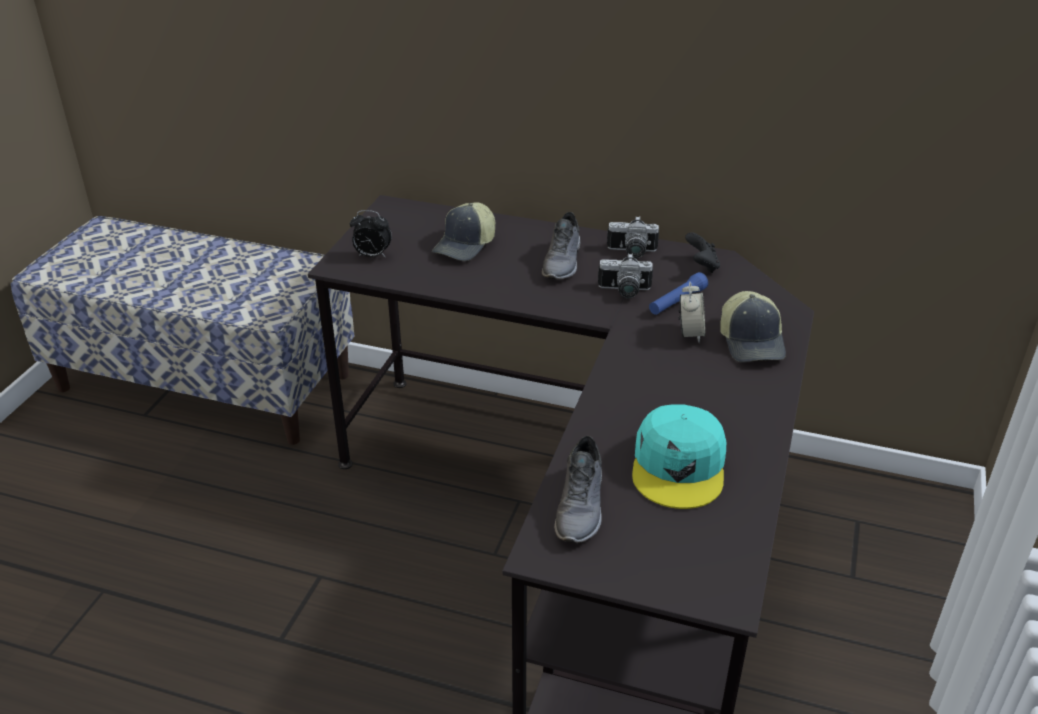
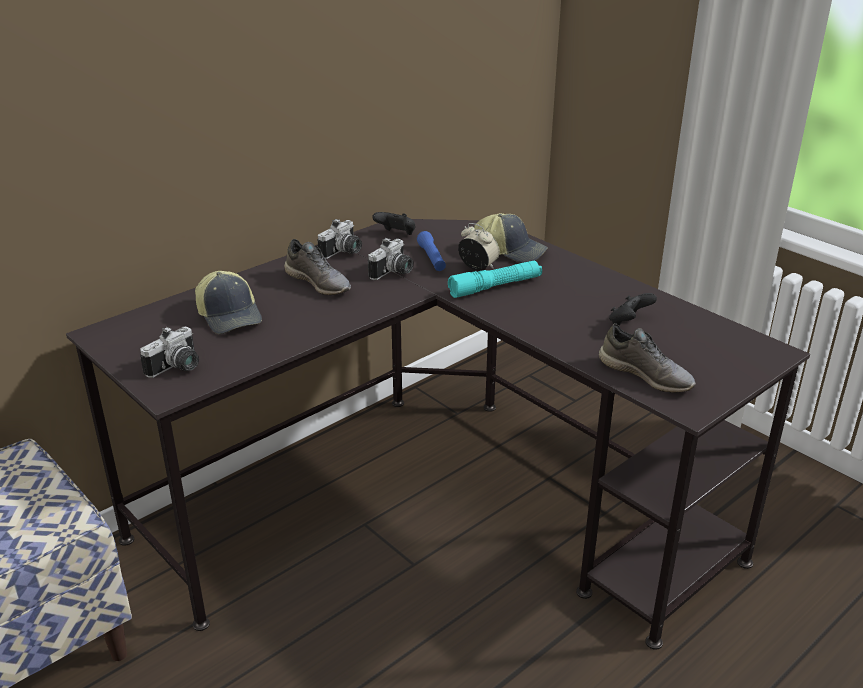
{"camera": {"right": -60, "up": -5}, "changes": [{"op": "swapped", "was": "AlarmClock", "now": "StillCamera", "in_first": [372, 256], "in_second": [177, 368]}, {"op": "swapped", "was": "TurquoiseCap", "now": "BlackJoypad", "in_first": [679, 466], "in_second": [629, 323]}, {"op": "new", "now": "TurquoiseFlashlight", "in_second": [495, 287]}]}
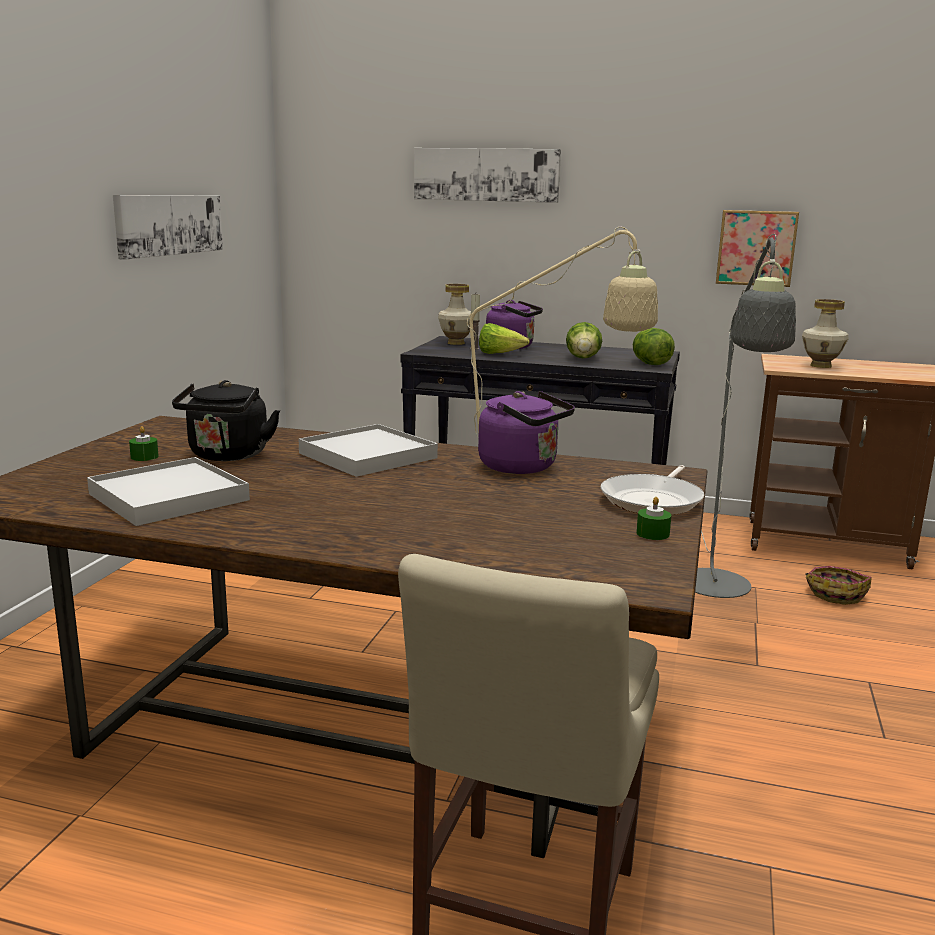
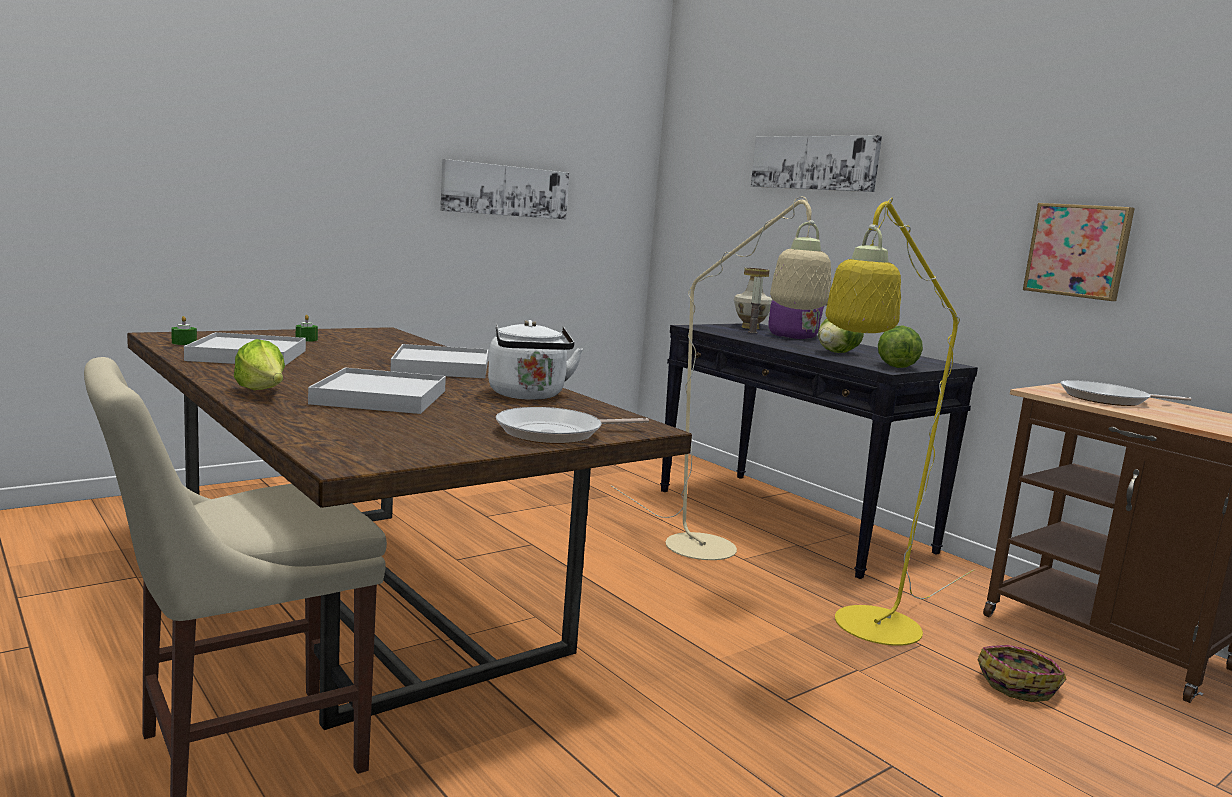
{"camera": {"right": 35, "up": -5}, "changes": [{"op": "gone", "was": "BlackKettle", "in_first": [227, 456]}, {"op": "repainted", "was": "PurpleColouredKettle", "now": "WhiteColouredKettle", "in_first": [522, 467], "in_second": [528, 396]}, {"op": "shifted", "was": "Lettuce", "in_first": [499, 354], "in_second": [263, 393]}, {"op": "shifted", "was": "GreenWaxLight", "in_first": [652, 534], "in_second": [184, 343]}, {"op": "repainted", "was": "GreyStandingLamp", "now": "YellowStandingLamp", "in_first": [717, 591], "in_second": [867, 632]}, {"op": "swapped", "was": "Vase", "now": "FryingPan", "in_first": [821, 366], "in_second": [1109, 399]}, {"op": "new", "now": "WhiteColouredServingTray", "in_second": [380, 397]}]}
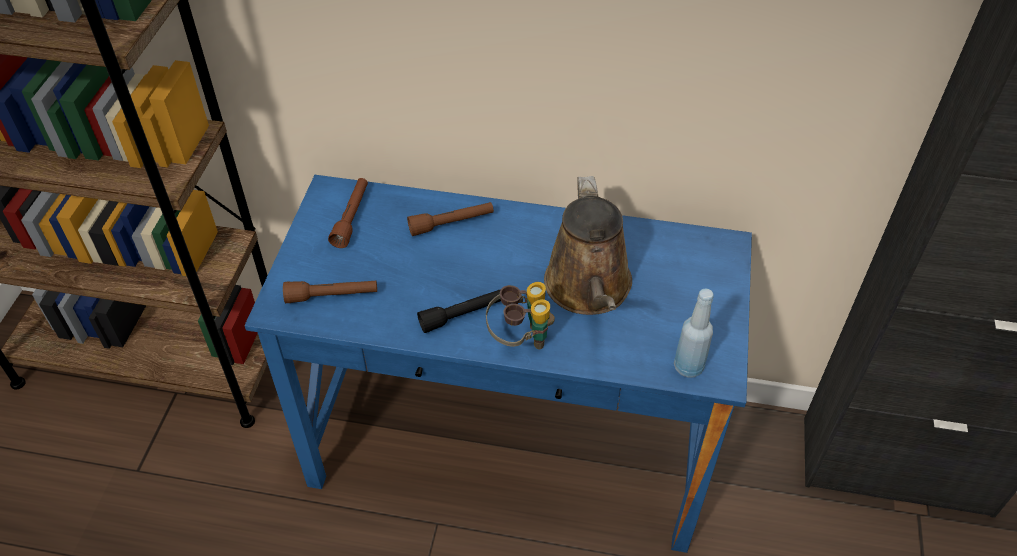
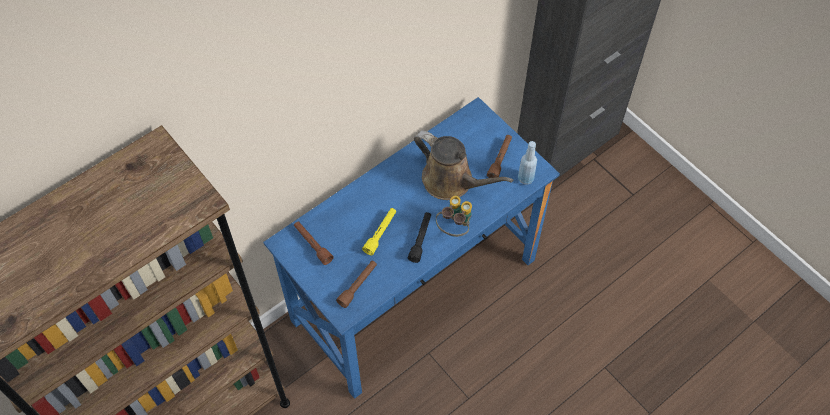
{"camera": {"right": -50, "up": 10}, "changes": [{"op": "shifted", "was": "BrownFlashlight", "in_first": [451, 223], "in_second": [500, 159]}, {"op": "new", "now": "YellowFlashlight", "in_second": [380, 233]}]}
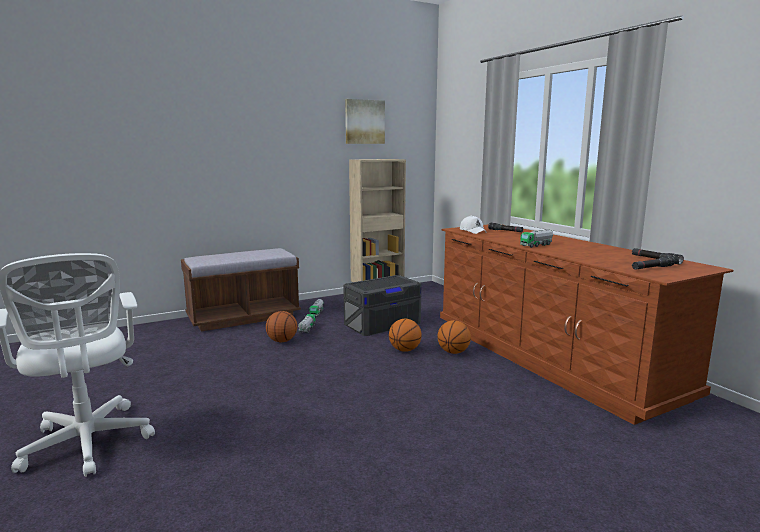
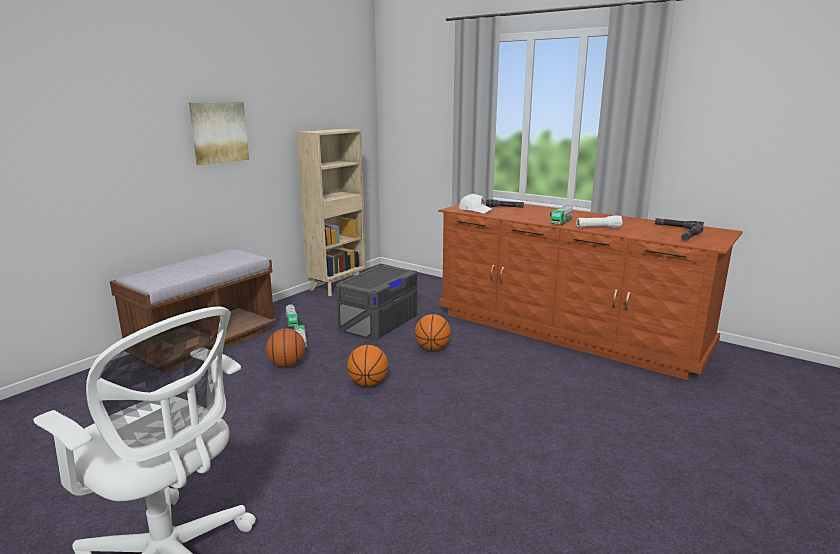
{"camera": {"right": -25, "up": 5}, "changes": [{"op": "shifted", "was": "WallPicture", "in_first": [364, 122], "in_second": [218, 132]}, {"op": "shifted", "was": "Basketball", "in_first": [453, 352], "in_second": [368, 383]}, {"op": "new", "now": "WhiteColouredFlashlight", "in_second": [598, 227]}]}
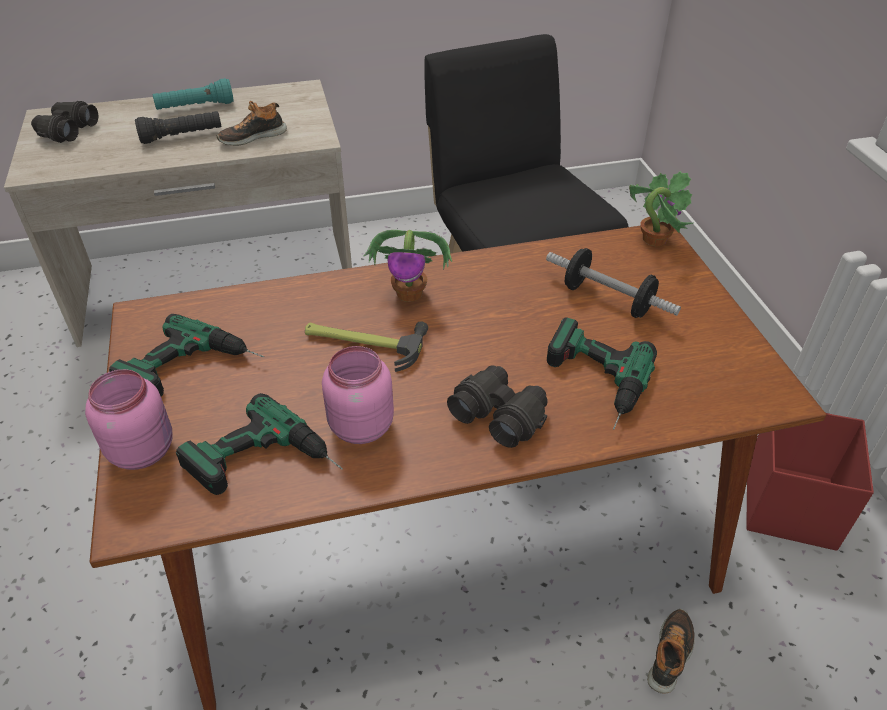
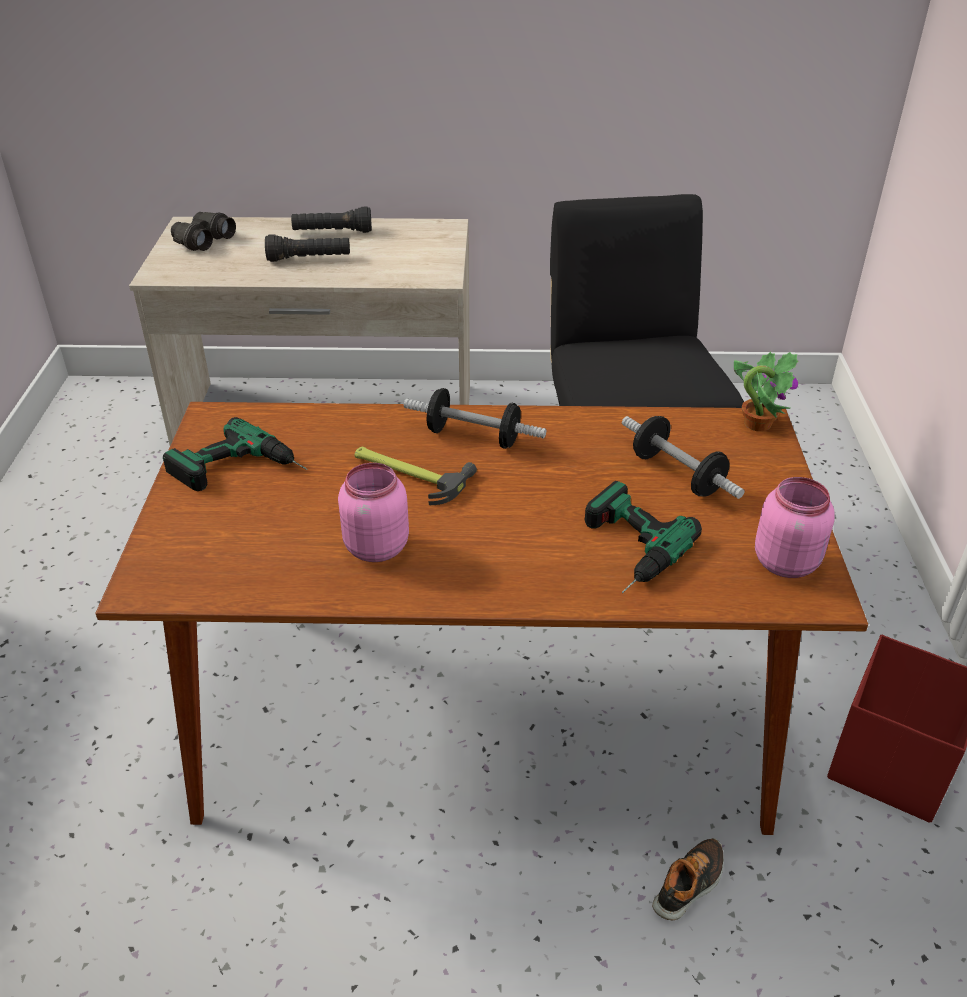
{"camera": {"right": 15, "up": -5}, "changes": [{"op": "shifted", "was": "PinkColouredStorageJar", "in_first": [143, 449], "in_second": [786, 561]}, {"op": "repainted", "was": "TurquoiseFlashlight", "now": "BlackFlashlight", "in_first": [195, 107], "in_second": [332, 232]}, {"op": "gone", "was": "ElectricDrill", "in_first": [267, 466]}, {"op": "gone", "was": "ItemOfFootwear", "in_first": [252, 137]}, {"op": "swapped", "was": "PottedPlant", "now": "HandWeight", "in_first": [410, 293], "in_second": [473, 436]}, {"op": "gone", "was": "BlackPairOfBinoculars", "in_first": [499, 414]}]}
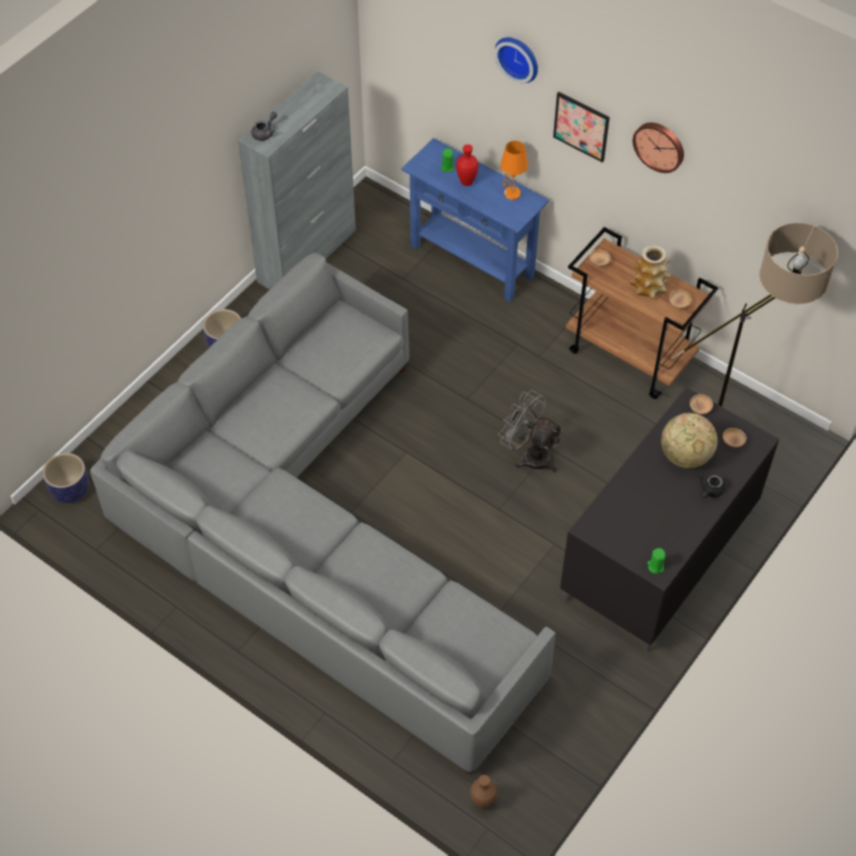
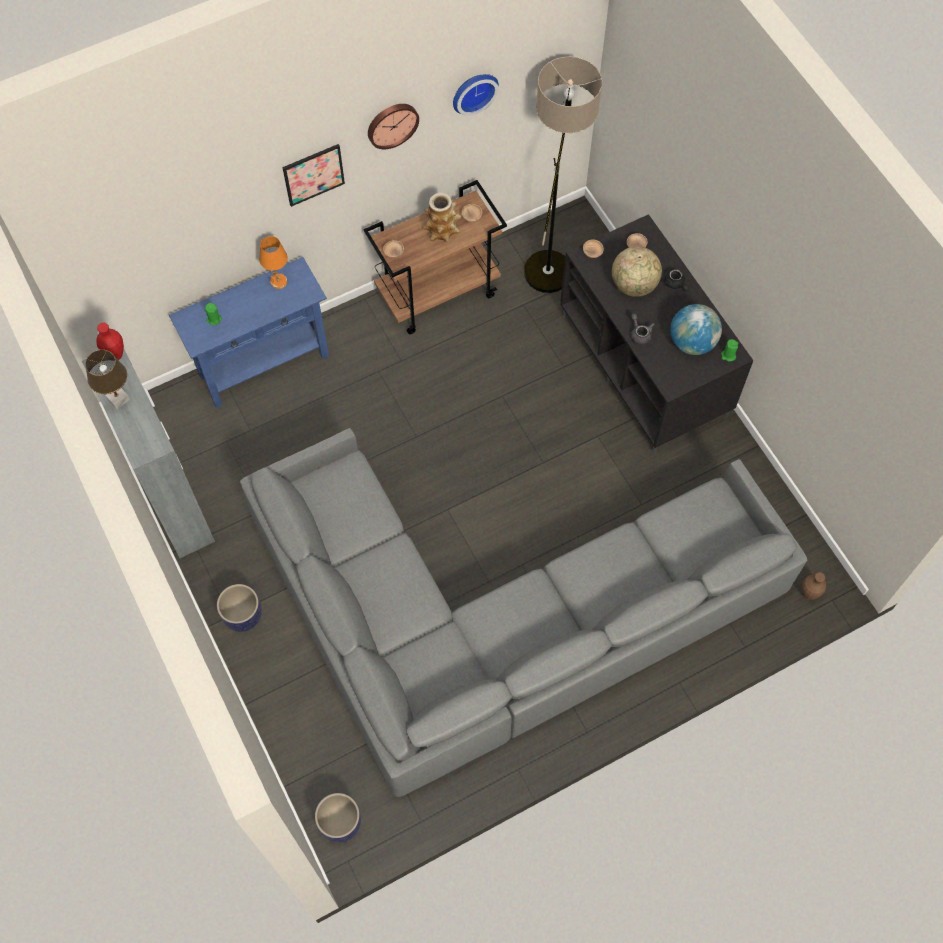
{"camera": {"right": -65, "up": 10}, "changes": [{"op": "shifted", "was": "GreyTeapot", "in_first": [265, 133], "in_second": [639, 334]}, {"op": "shifted", "was": "RedVase", "in_first": [466, 182], "in_second": [116, 355]}, {"op": "shifted", "was": "HangingClock", "in_first": [519, 57], "in_second": [473, 91]}, {"op": "gone", "was": "GreyElectricFan", "in_first": [529, 455]}, {"op": "new", "now": "BrownTabletopLamp", "in_second": [118, 399]}, {"op": "new", "now": "WorldGlobe", "in_second": [692, 342]}]}
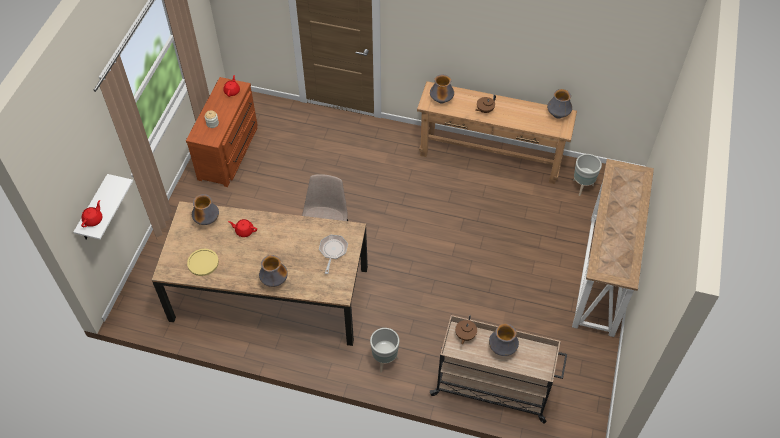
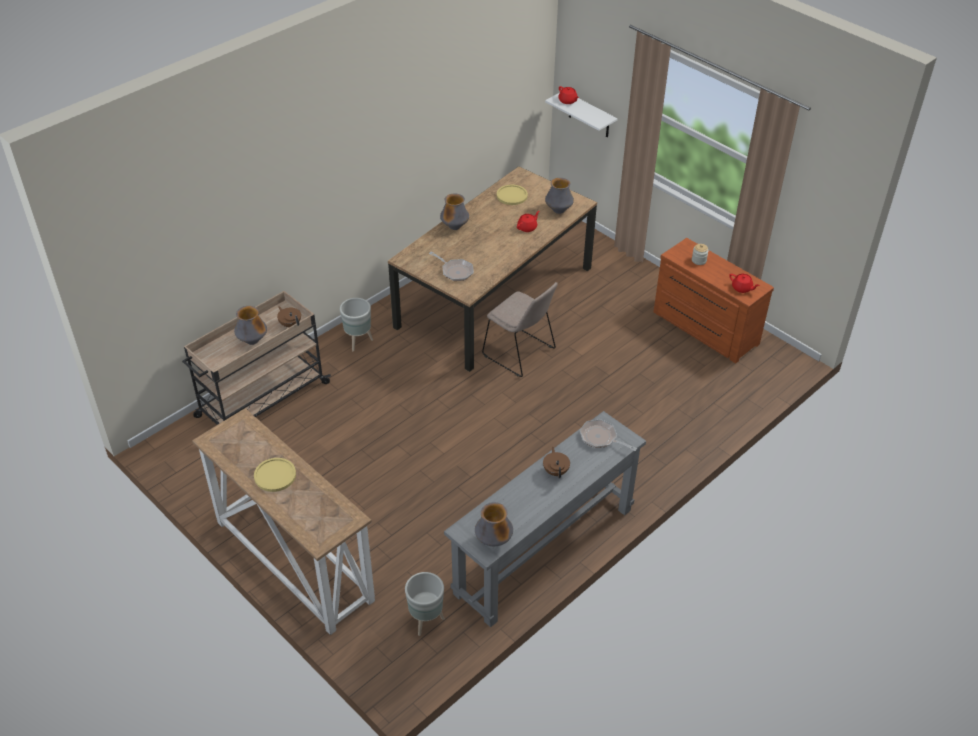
{"camera": {"right": 120, "up": -10}, "changes": [{"op": "repainted", "was": "BrownHallTable", "now": "GreyHallTable", "in_first": [490, 156], "in_second": [544, 550]}, {"op": "swapped", "was": "Vase", "now": "FryingPan", "in_first": [441, 100], "in_second": [601, 438]}, {"op": "new", "now": "YellowFlatDish", "in_second": [275, 475]}]}
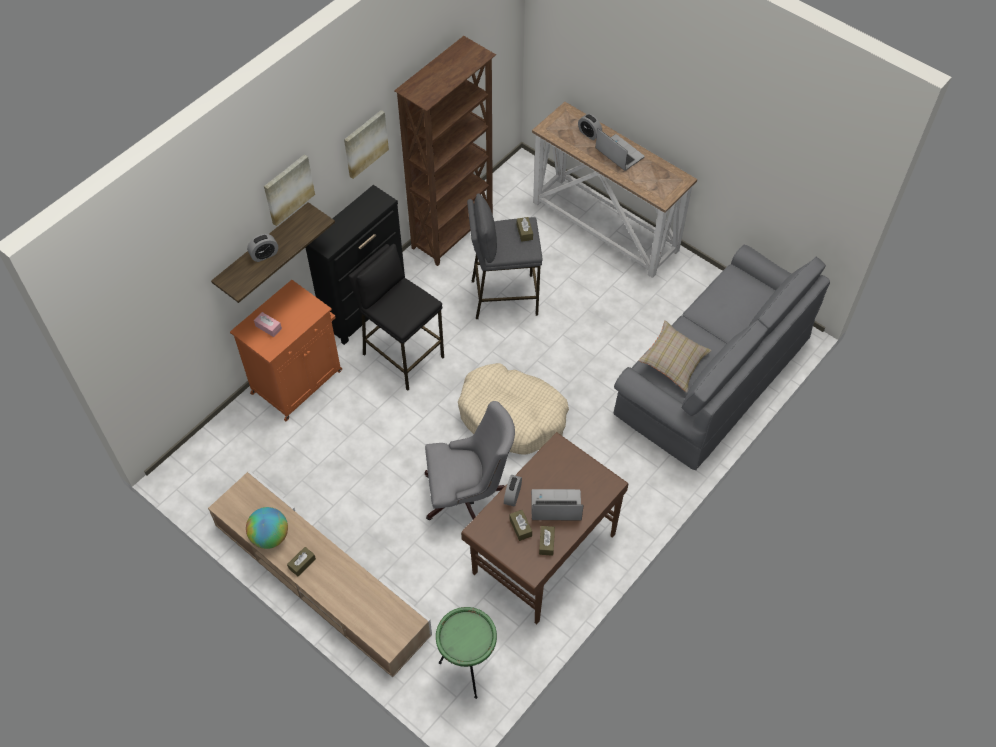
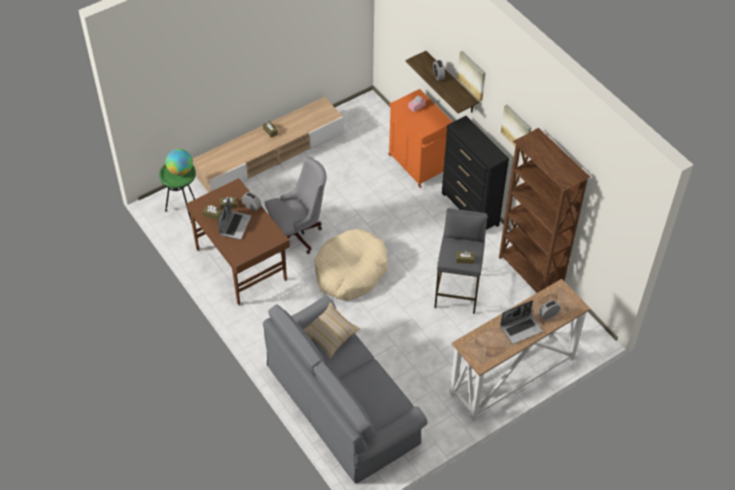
{"camera": {"right": 105, "up": -5}, "changes": [{"op": "shifted", "was": "WorldGlobe", "in_first": [270, 536], "in_second": [180, 171]}, {"op": "gone", "was": "BlackSittingStool", "in_first": [403, 355]}, {"op": "rotated", "was": "GreyDeskChair", "in_first": [468, 496], "in_second": [298, 235], "clockwise": -120}]}
